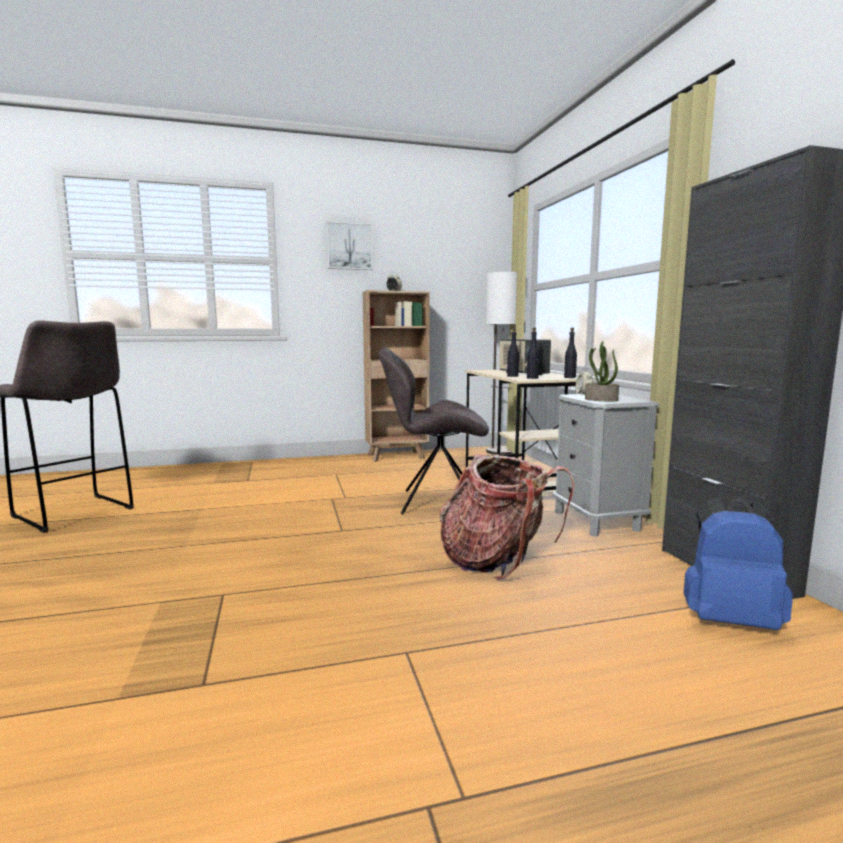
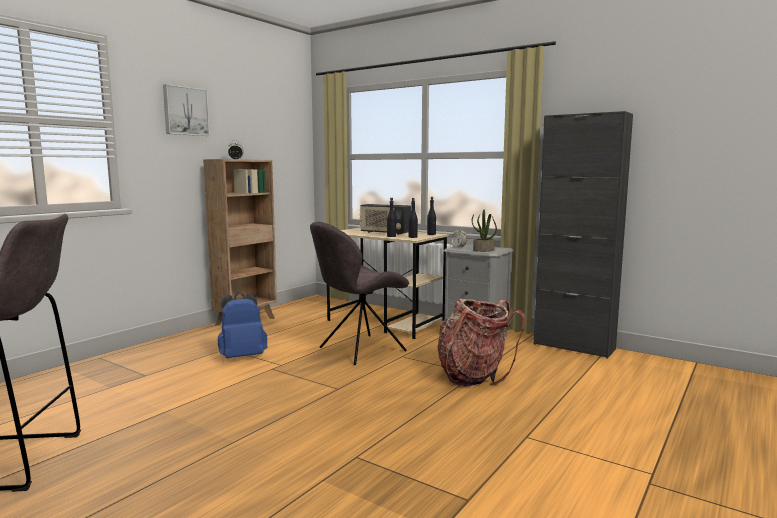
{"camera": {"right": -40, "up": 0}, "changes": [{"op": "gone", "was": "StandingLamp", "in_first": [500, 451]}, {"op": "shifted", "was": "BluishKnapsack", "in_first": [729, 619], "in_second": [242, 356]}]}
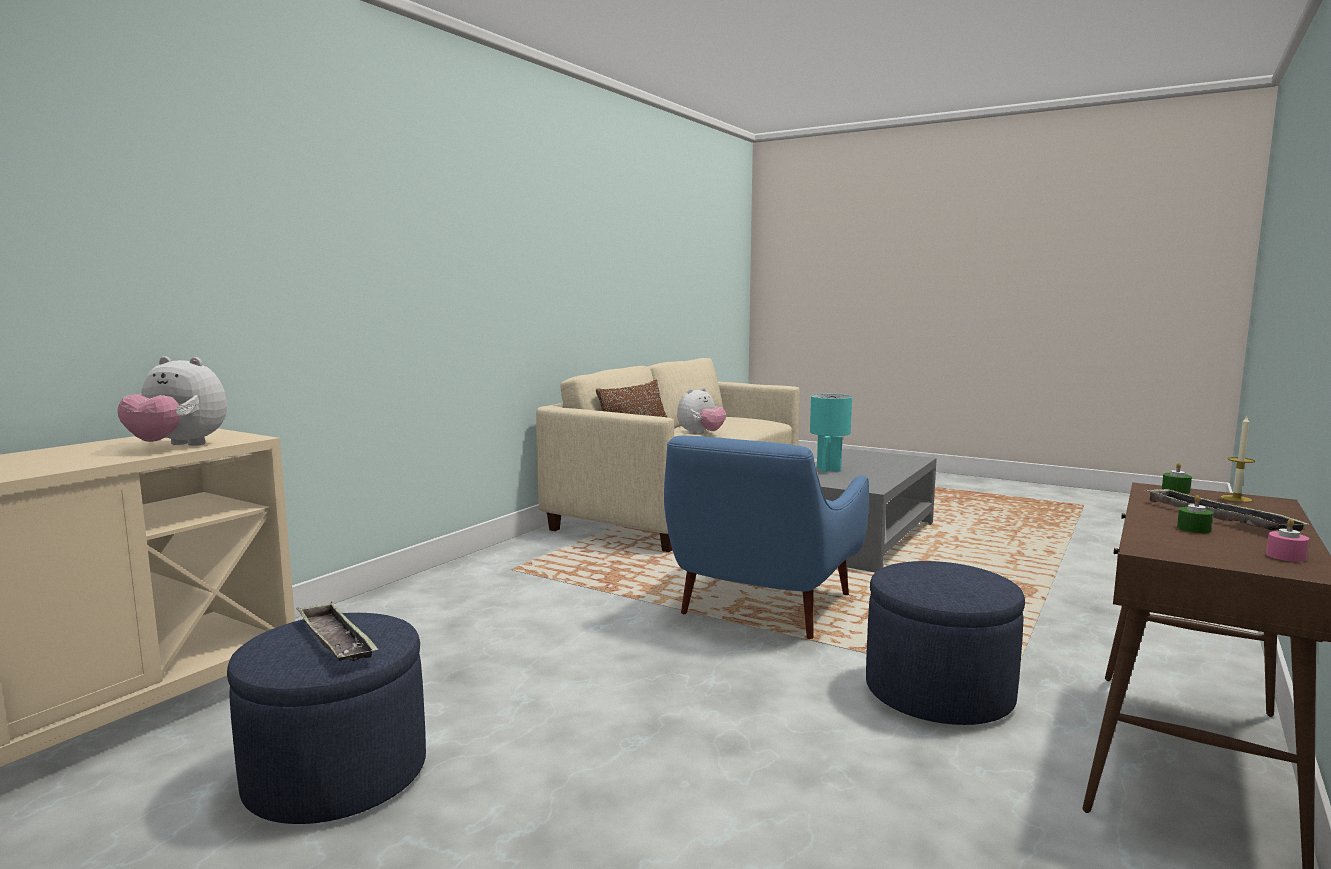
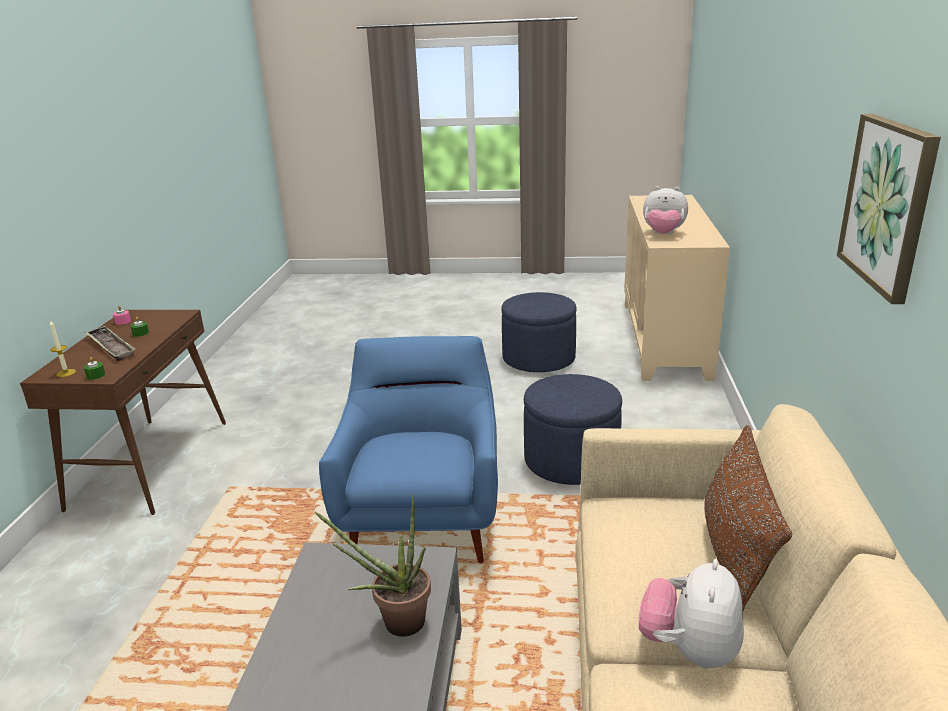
{"camera": {"right": 155, "up": 15}, "changes": [{"op": "rotated", "was": "SoftToy", "in_first": [178, 446], "in_second": [663, 234], "clockwise": -150}, {"op": "gone", "was": "ServingTray", "in_first": [335, 640]}, {"op": "swapped", "was": "TurquoiseTabletopLamp", "now": "PottedPlant", "in_first": [829, 470], "in_second": [395, 623]}, {"op": "shifted", "was": "BluishOttoman", "in_first": [938, 692], "in_second": [571, 461]}, {"op": "new", "now": "WallPicture", "in_second": [888, 204]}]}
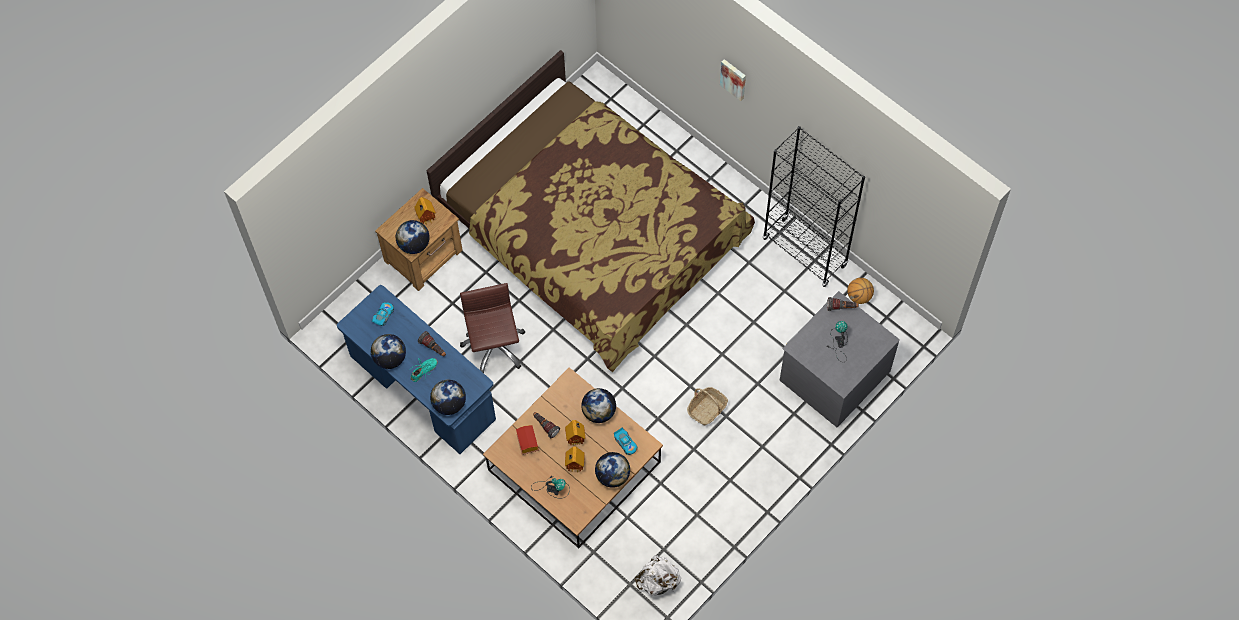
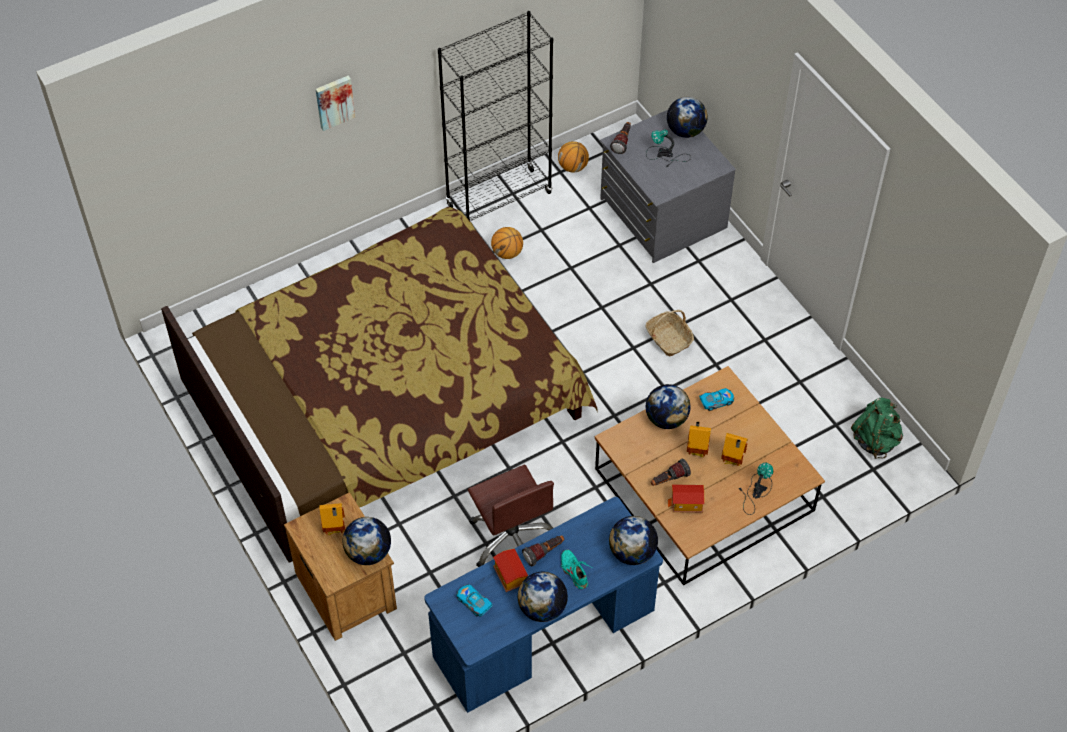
{"camera": {"right": -75, "up": -10}, "changes": [{"op": "rotated", "was": "BrownDeskChair", "in_first": [494, 347], "in_second": [512, 539], "clockwise": -120}, {"op": "shifted", "was": "WorldGlobe", "in_first": [612, 475], "in_second": [685, 131]}, {"op": "repainted", "was": "WhiteColouredKnapsack", "now": "GreenKnapsack", "in_first": [658, 581], "in_second": [875, 440]}, {"op": "new", "now": "Basketball", "in_second": [507, 253]}, {"op": "new", "now": "MiniatureHouse", "in_second": [510, 576]}]}
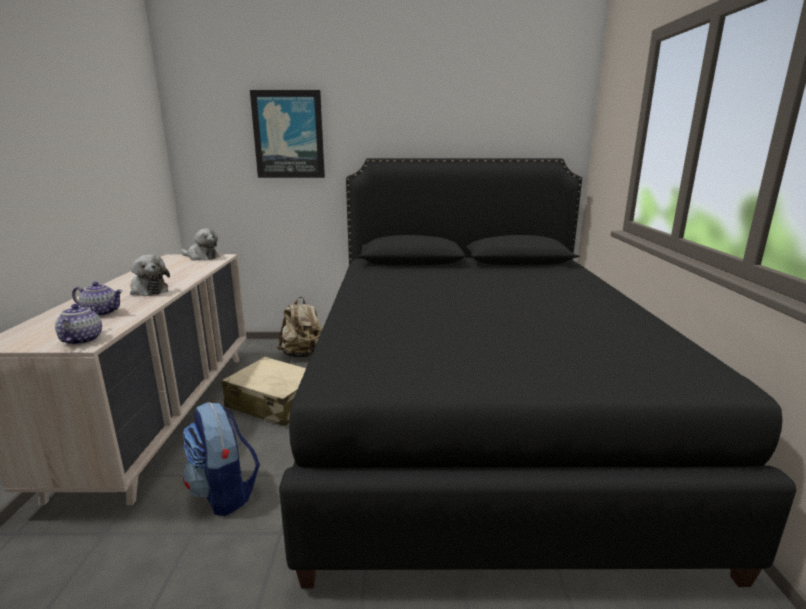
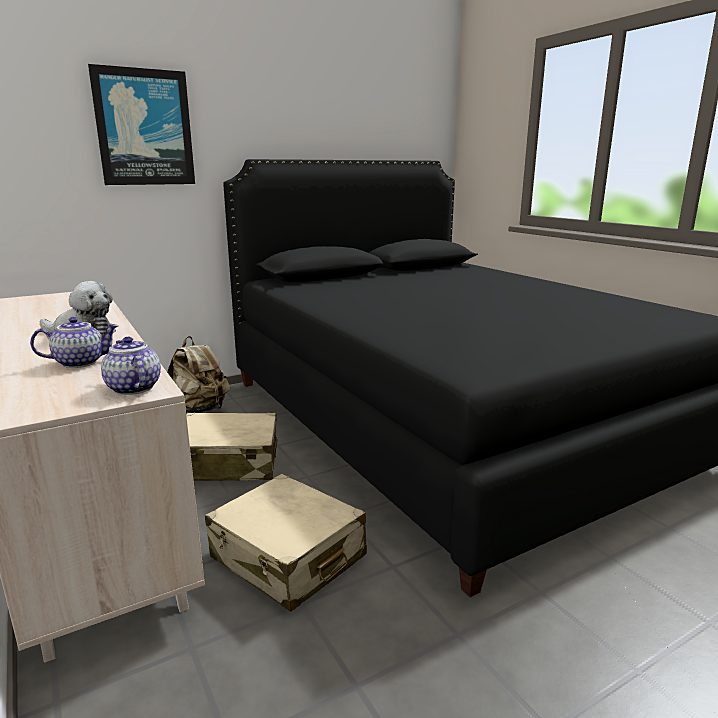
{"camera": {"right": -30, "up": 0}, "changes": [{"op": "gone", "was": "SoftToy", "in_first": [201, 257]}, {"op": "swapped", "was": "Knapsack", "now": "SandColouredPieceOfLuggage", "in_first": [225, 493], "in_second": [287, 557]}]}
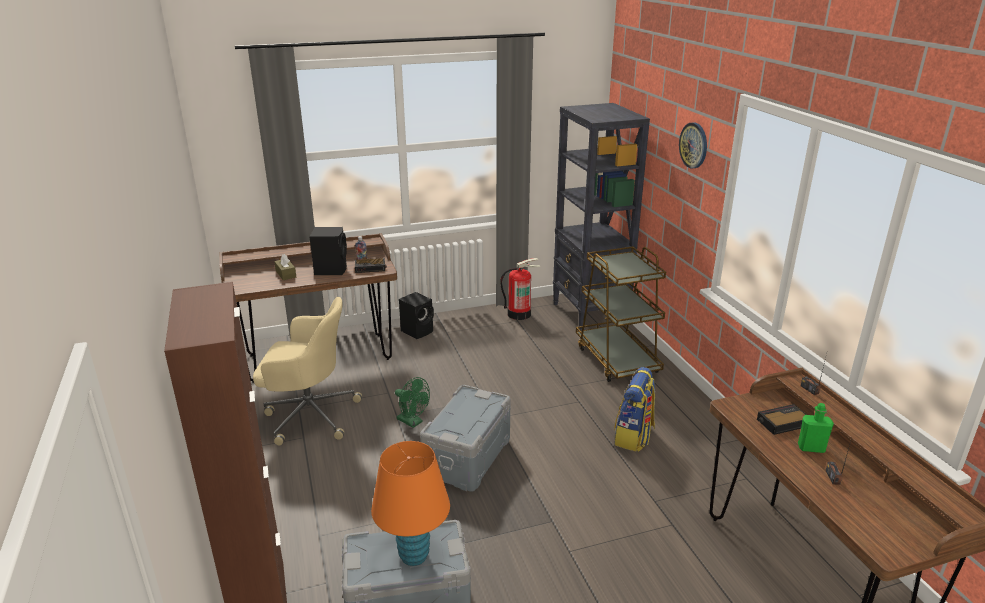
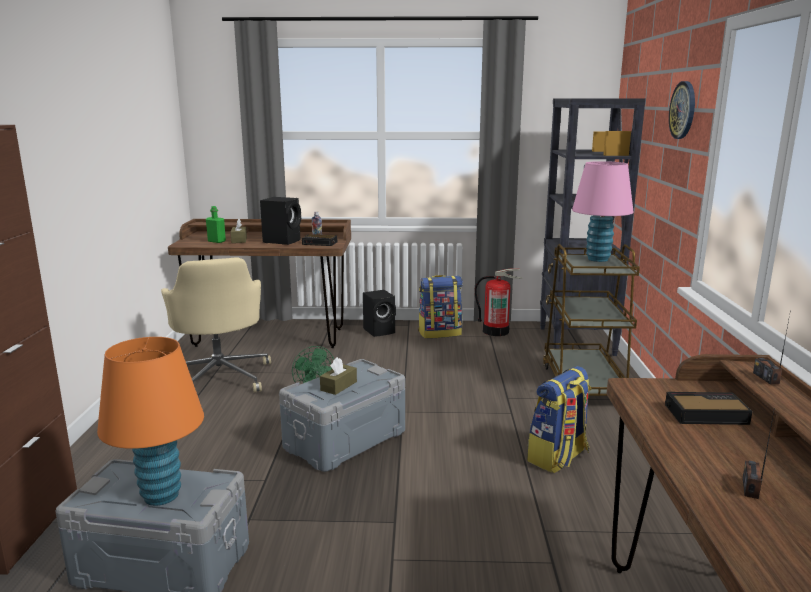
{"camera": {"right": 20, "up": -10}, "changes": [{"op": "rotated", "was": "SandColouredDeskChair", "in_first": [309, 415], "in_second": [220, 378], "clockwise": 45}, {"op": "shifted", "was": "GreenBottle", "in_first": [811, 448], "in_second": [216, 241]}, {"op": "new", "now": "BrownTissueHolder", "in_second": [338, 386]}, {"op": "new", "now": "Knapsack", "in_second": [440, 333]}, {"op": "new", "now": "PinkColouredTabletopLamp", "in_second": [598, 259]}]}
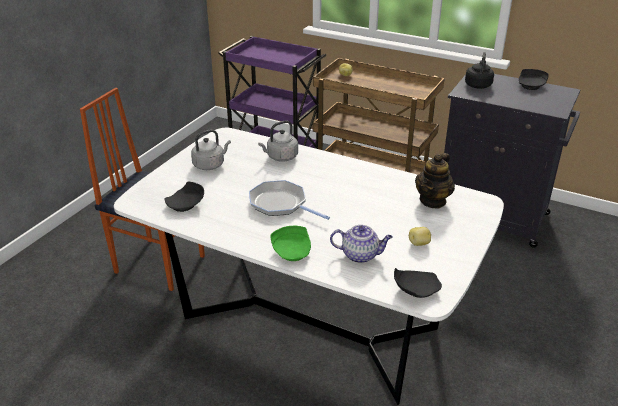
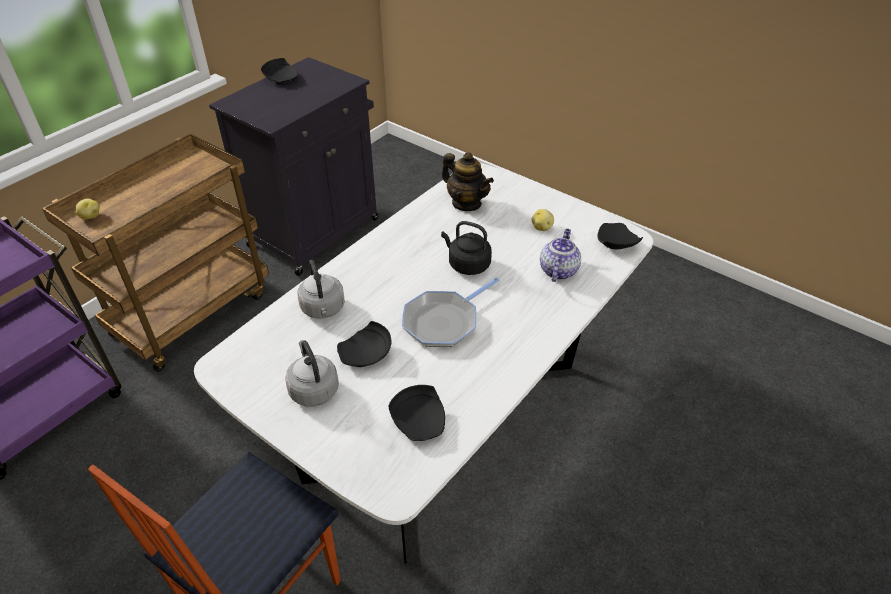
{"camera": {"right": -80, "up": 10}, "changes": [{"op": "gone", "was": "GreenFlatDish", "in_first": [292, 251]}, {"op": "shifted", "was": "BlackKettle", "in_first": [478, 85], "in_second": [467, 264]}, {"op": "new", "now": "BlackFlatDish", "in_second": [366, 354]}]}
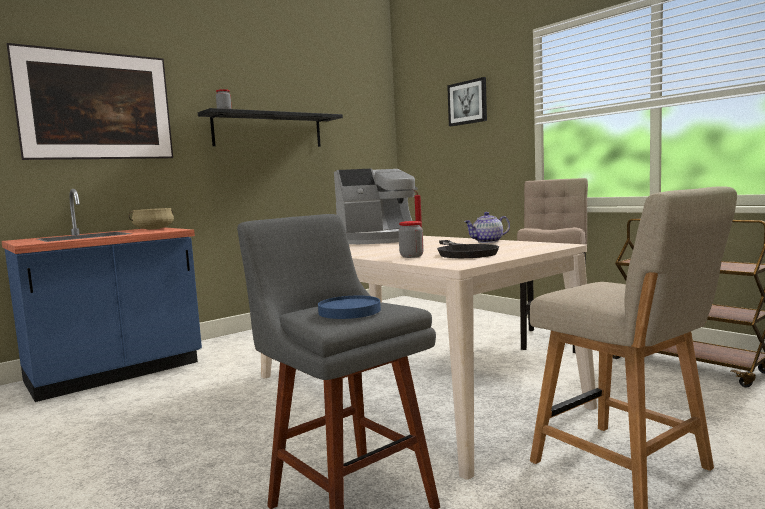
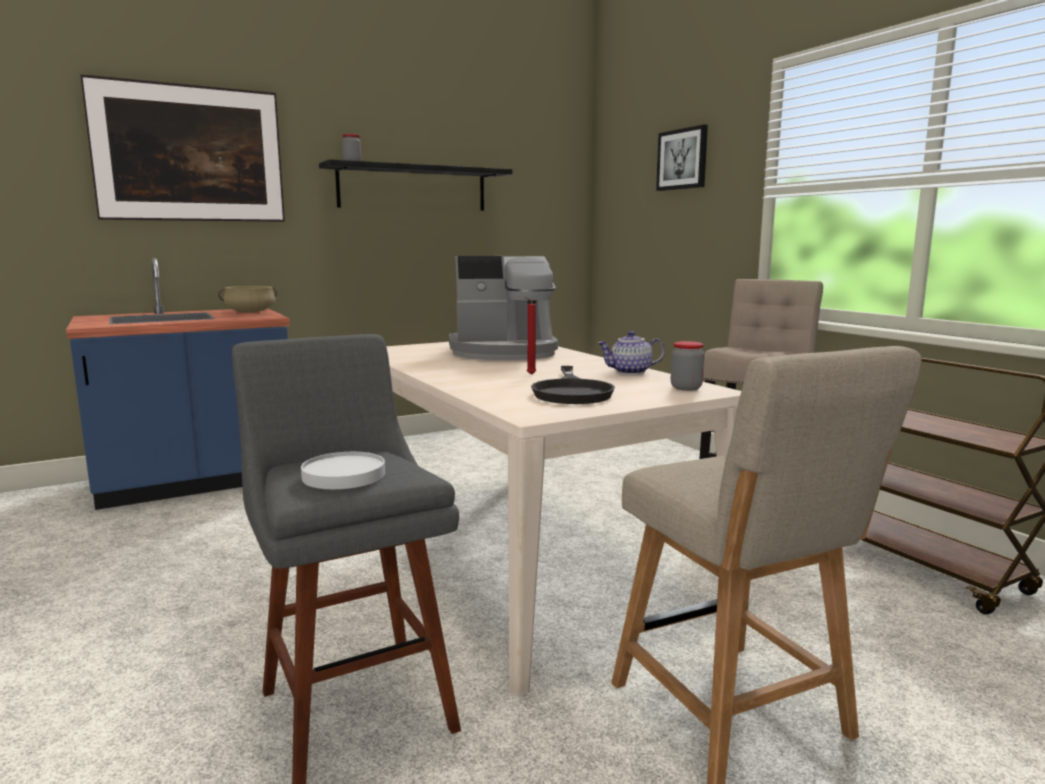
{"camera": {"right": 10, "up": 5}, "changes": [{"op": "repainted", "was": "BluishFlatDish", "now": "WhiteColouredFlatDish", "in_first": [349, 311], "in_second": [343, 475]}, {"op": "shifted", "was": "StorageJar", "in_first": [411, 256], "in_second": [686, 388]}]}
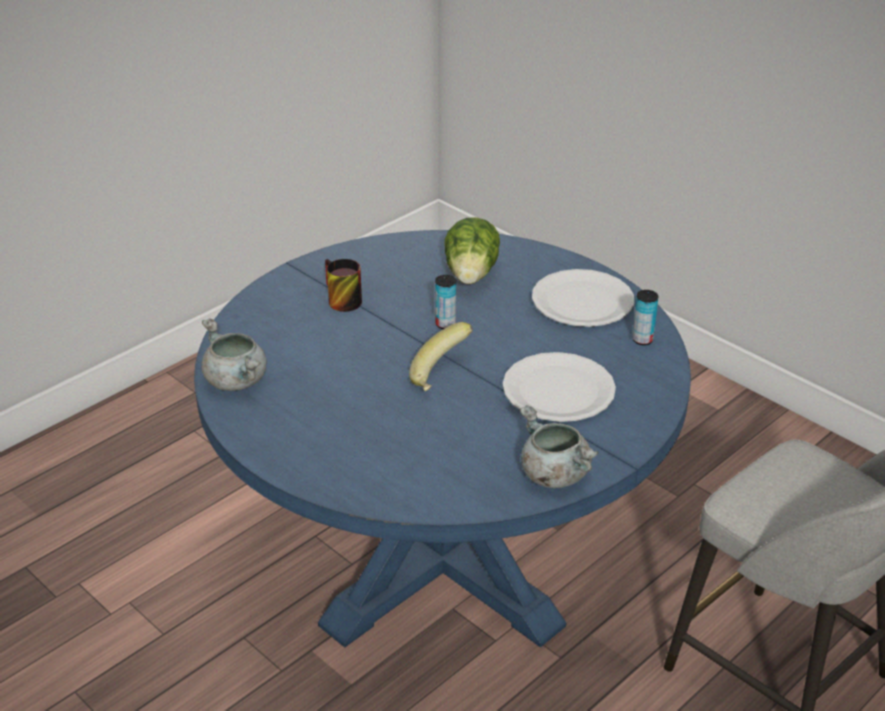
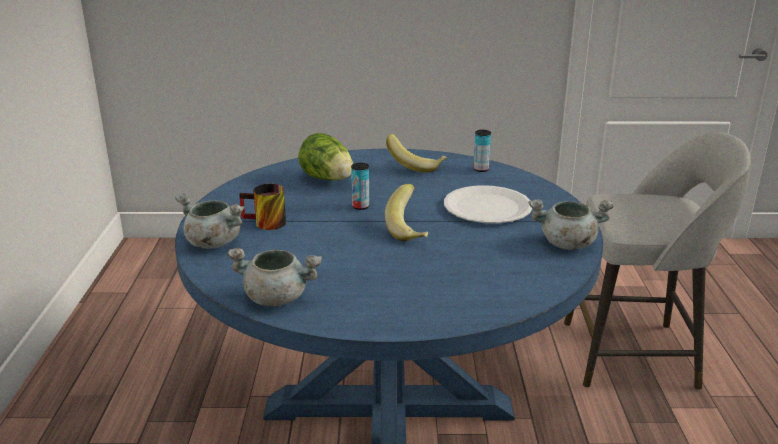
{"camera": {"right": -45, "up": -10}, "changes": [{"op": "swapped", "was": "WhiteColouredFlatDish", "now": "Banana", "in_first": [582, 301], "in_second": [416, 166]}, {"op": "new", "now": "GreyStockpot", "in_second": [212, 243]}]}
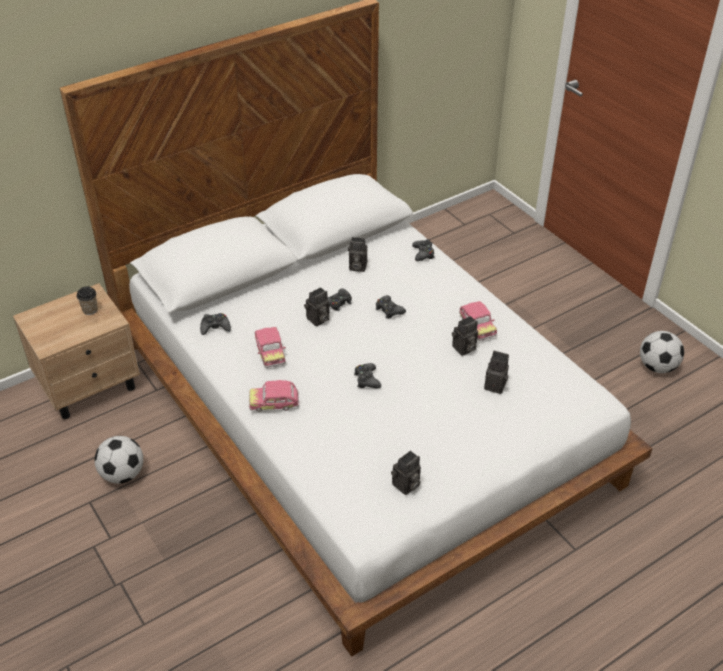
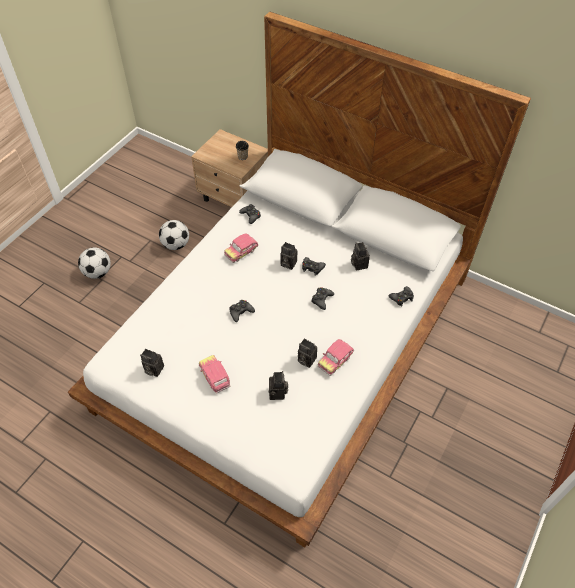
{"camera": {"right": 65, "up": 10}, "changes": [{"op": "shifted", "was": "MiniatureCar", "in_first": [274, 403], "in_second": [215, 377]}, {"op": "shifted", "was": "FootballBall", "in_first": [657, 367], "in_second": [98, 272]}]}
